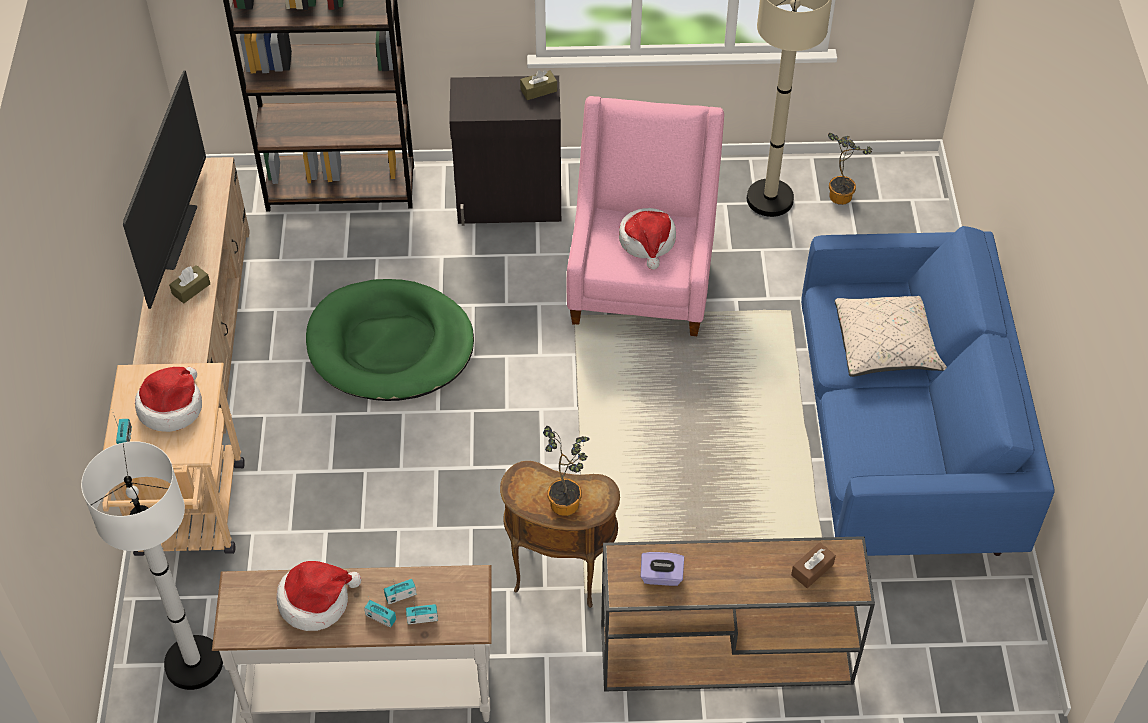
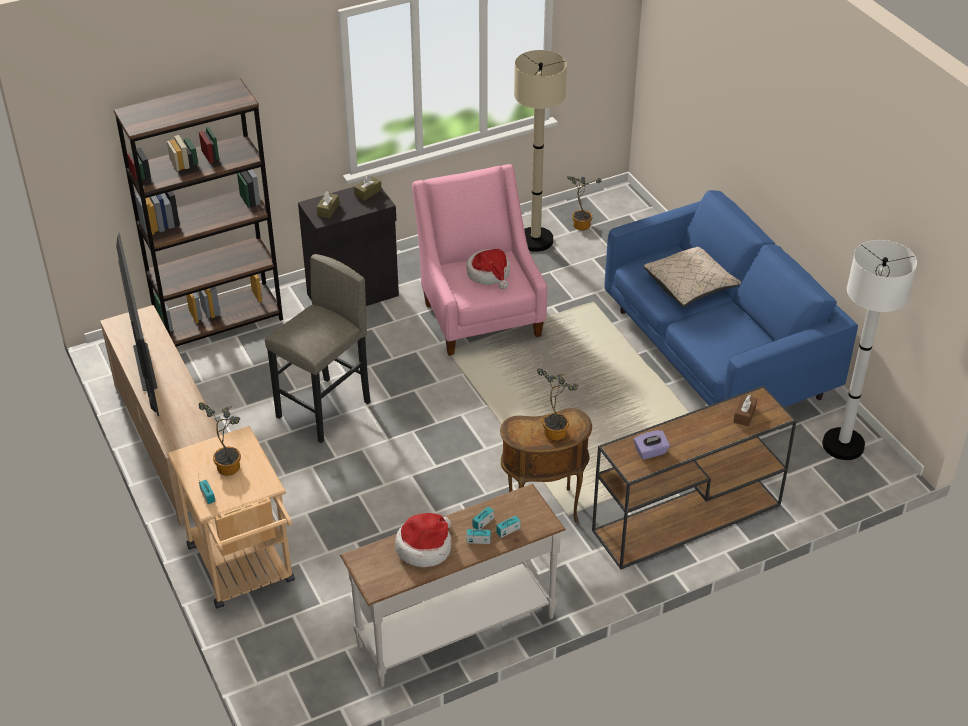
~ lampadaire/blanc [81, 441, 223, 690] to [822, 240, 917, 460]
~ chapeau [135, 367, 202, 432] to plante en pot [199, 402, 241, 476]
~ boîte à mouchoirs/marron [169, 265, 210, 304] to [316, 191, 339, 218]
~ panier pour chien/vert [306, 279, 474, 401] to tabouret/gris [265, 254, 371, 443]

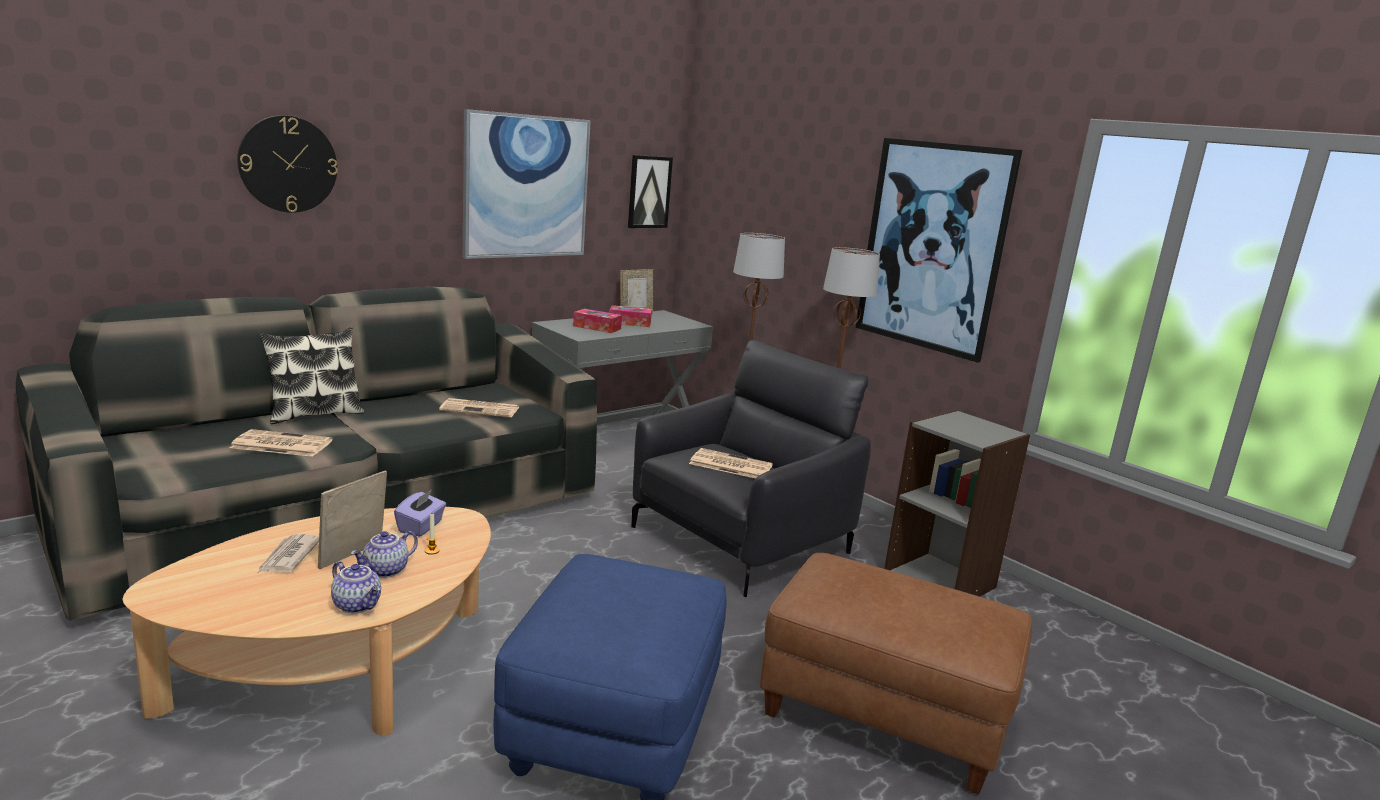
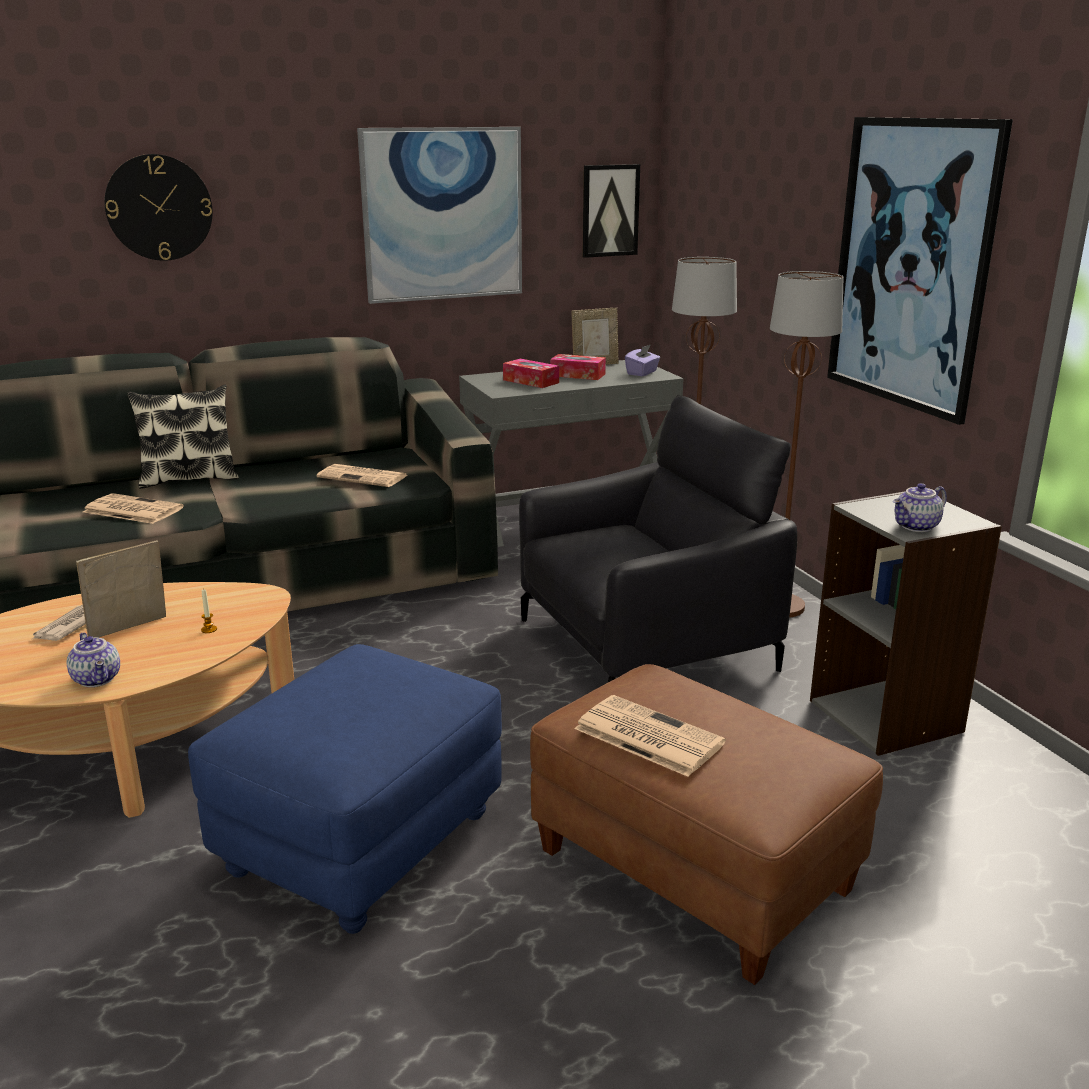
~ théière [351, 531, 418, 578] to [893, 483, 947, 532]
~ boîte à mouchoirs/violet [394, 490, 446, 537] to [625, 344, 660, 376]
~ journal [689, 448, 773, 479] to [575, 695, 726, 777]

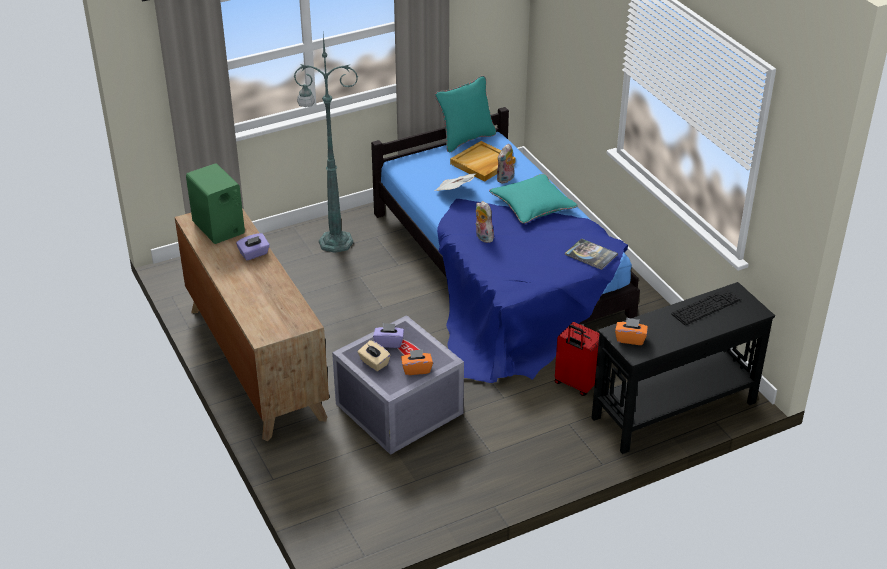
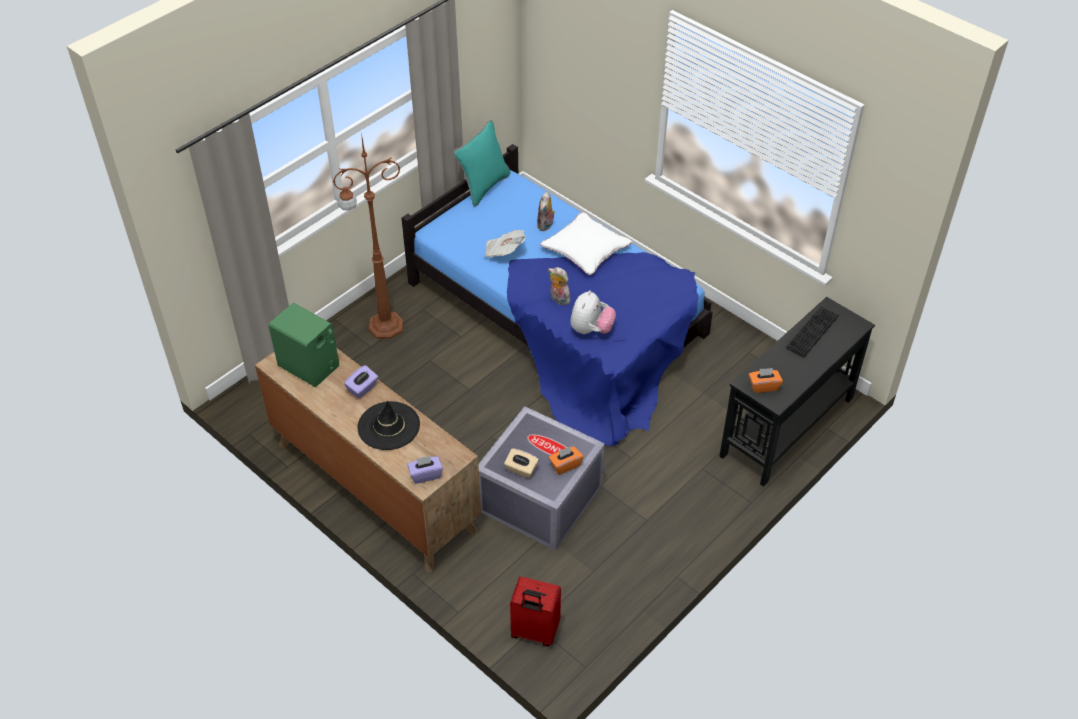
~ lampadaire/vert [294, 34, 358, 253] to lampadaire/marron [333, 133, 404, 339]
~ boîte à mouchoirs/violet [373, 323, 404, 348] to [407, 456, 443, 484]
- plateau/beige [450, 141, 516, 182]
~ coussin/turquoise [489, 174, 578, 223] to coussin/blanc [540, 212, 632, 275]
~ valise/rouge [555, 322, 599, 396] to [510, 577, 561, 646]
- livre [565, 238, 618, 270]
+ chapeau/noir [358, 401, 420, 450]
+ peluche [571, 290, 616, 334]

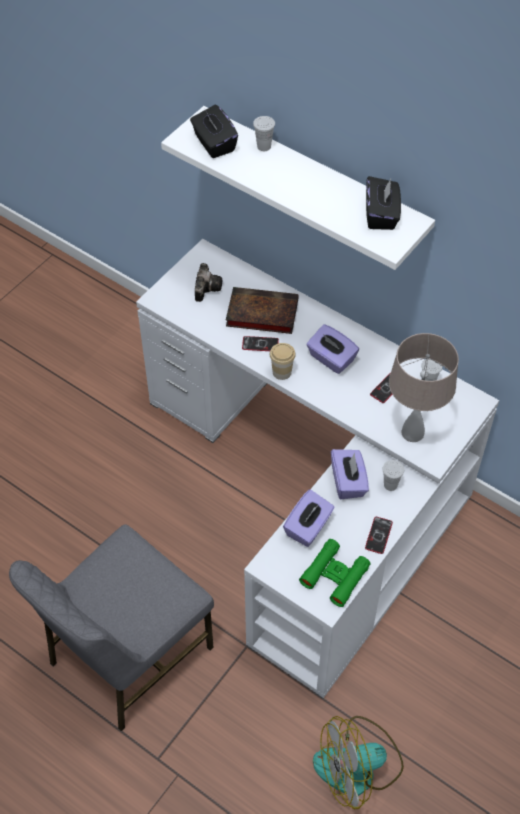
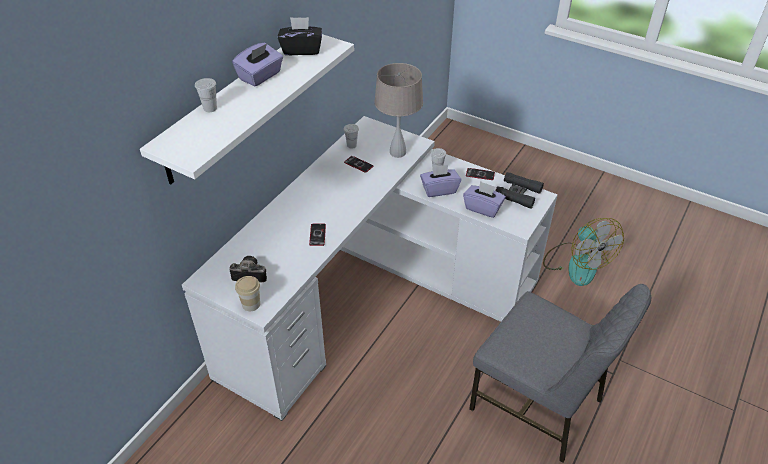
- boîte à mouchoirs/noir [190, 105, 238, 158]
- livre [226, 287, 298, 334]
~ tasse [270, 343, 296, 380] to [235, 276, 260, 311]
~ jumelles/vert [299, 539, 371, 607] to jumelles/noir [495, 172, 544, 209]
~ boîte à mouchoirs/violet [307, 324, 359, 374] to [232, 42, 283, 86]

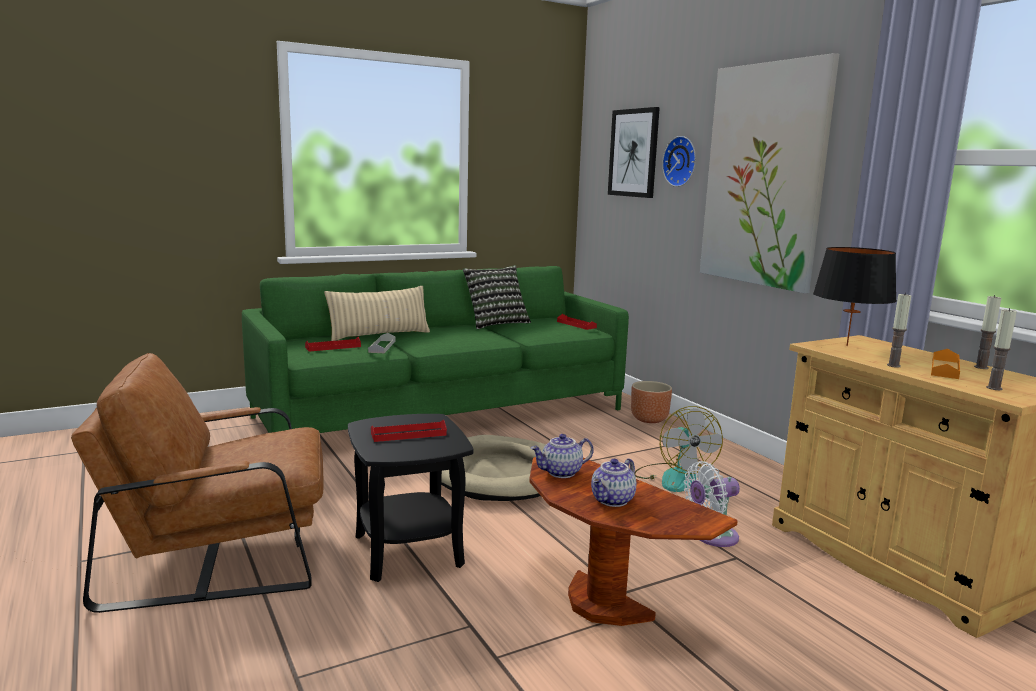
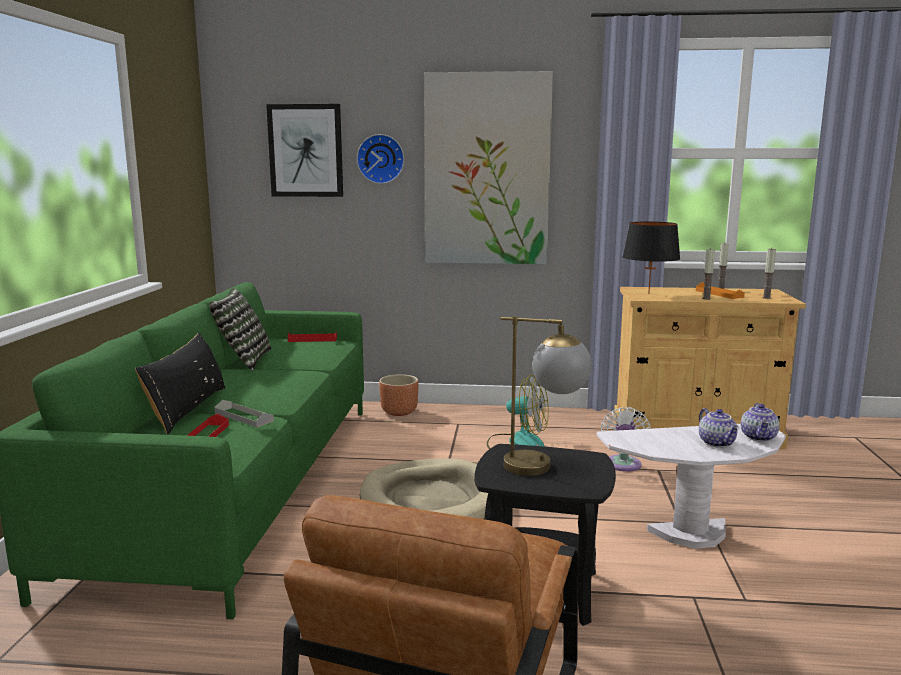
~ coussin/beige [324, 286, 430, 341] to coussin/noir [135, 333, 225, 434]
~ plateau/rouge [371, 420, 447, 442] to lampe de table [500, 316, 592, 476]
~ table d'appoint/marron [529, 457, 737, 626] to table d'appoint/blanc [597, 424, 786, 549]
~ théière [530, 434, 594, 478] to [741, 403, 780, 442]

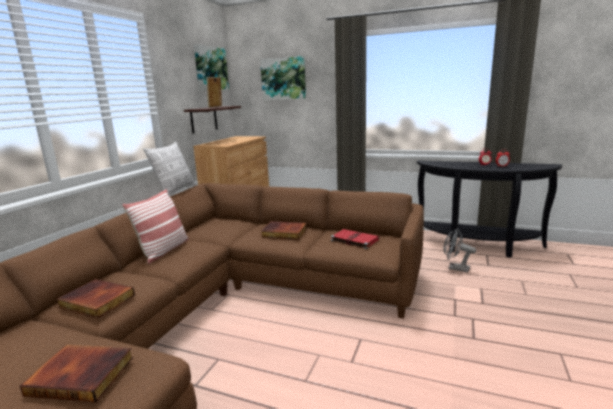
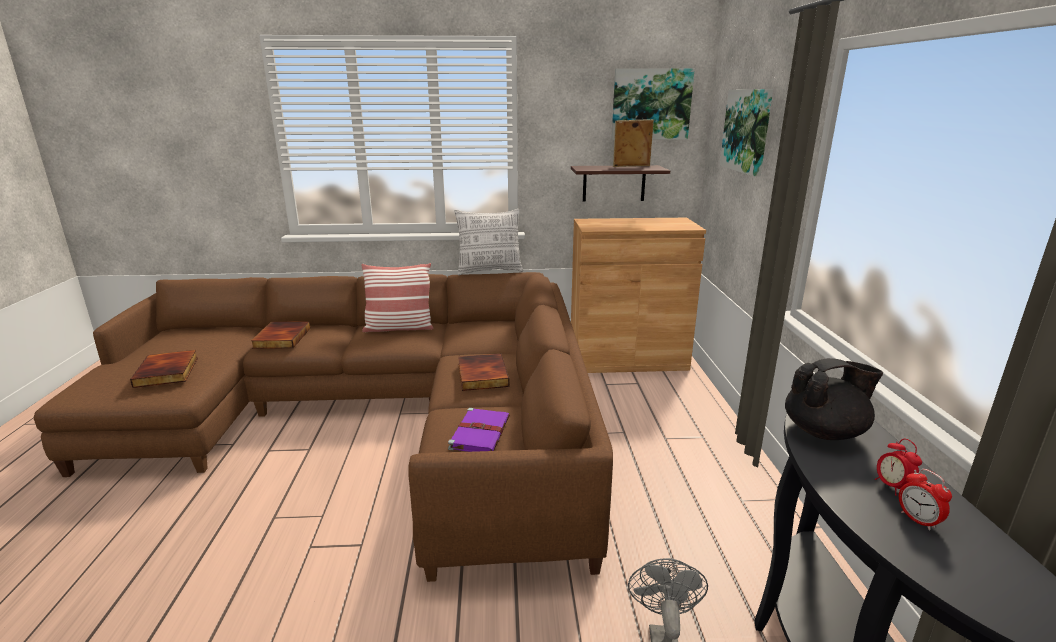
~ livre/rouge [330, 229, 379, 249] to livre/violet [448, 408, 510, 452]
+ théière/noir [785, 358, 883, 440]

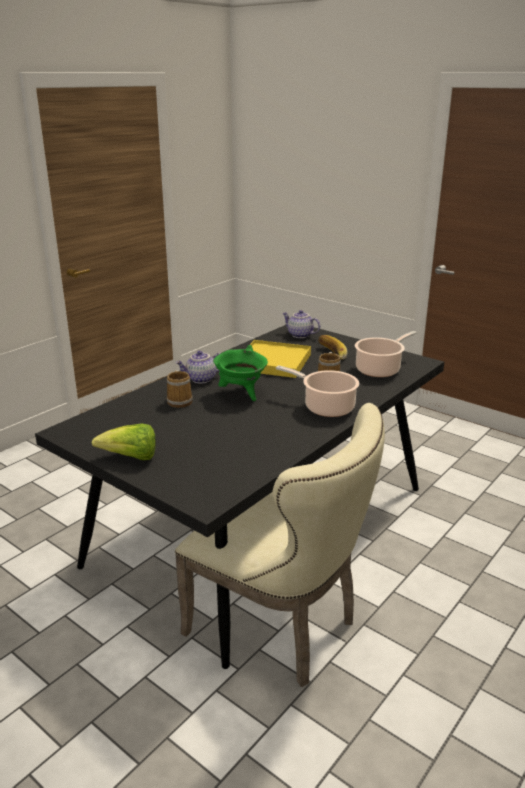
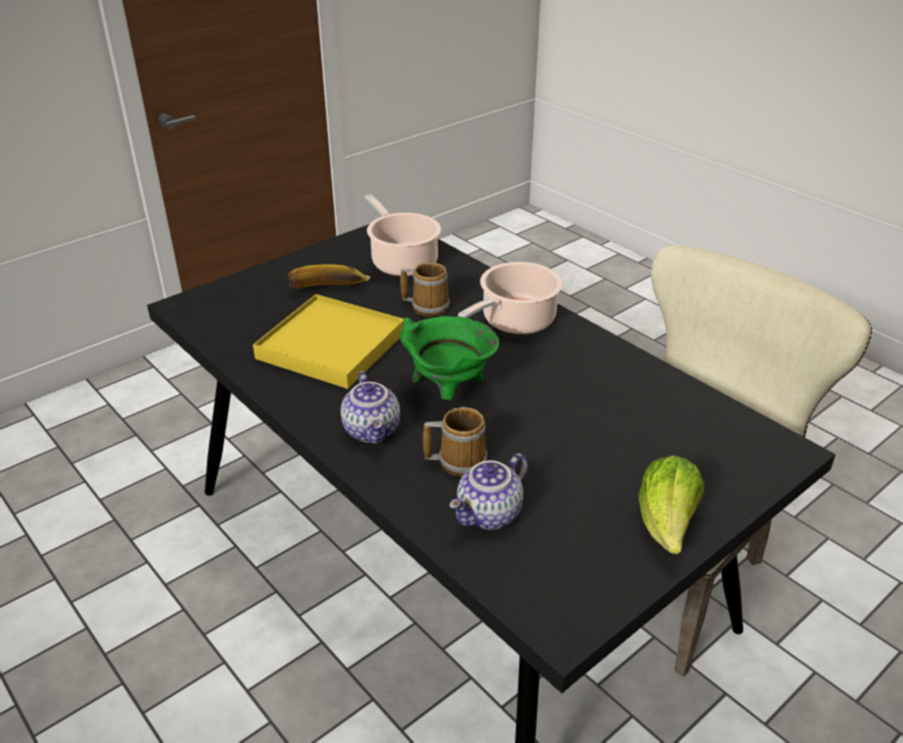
~ théière [282, 310, 320, 338] to [449, 453, 528, 530]

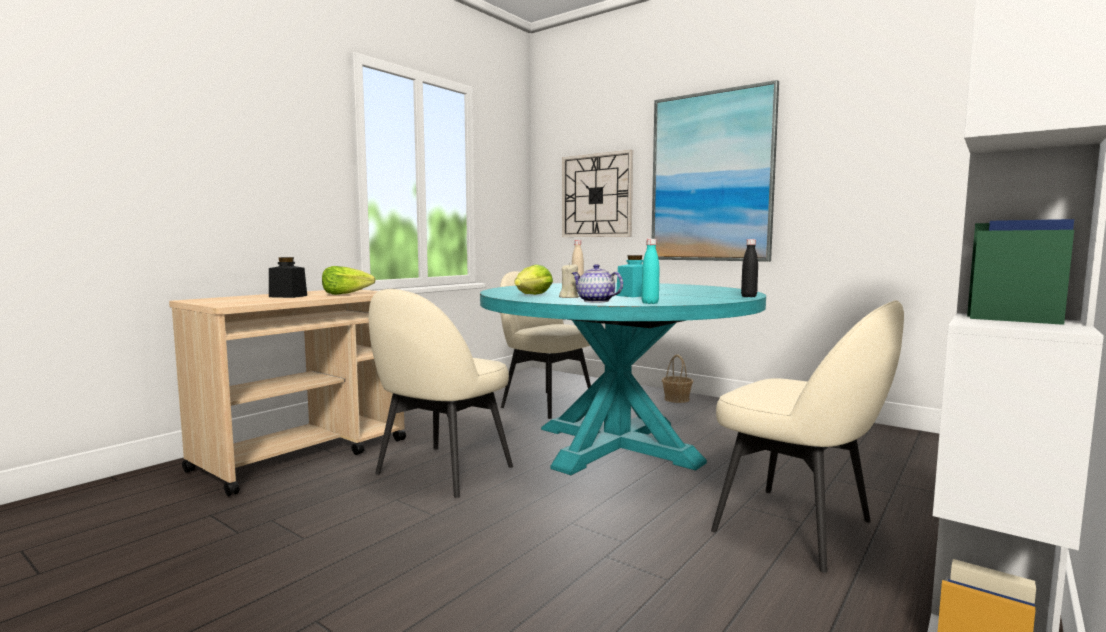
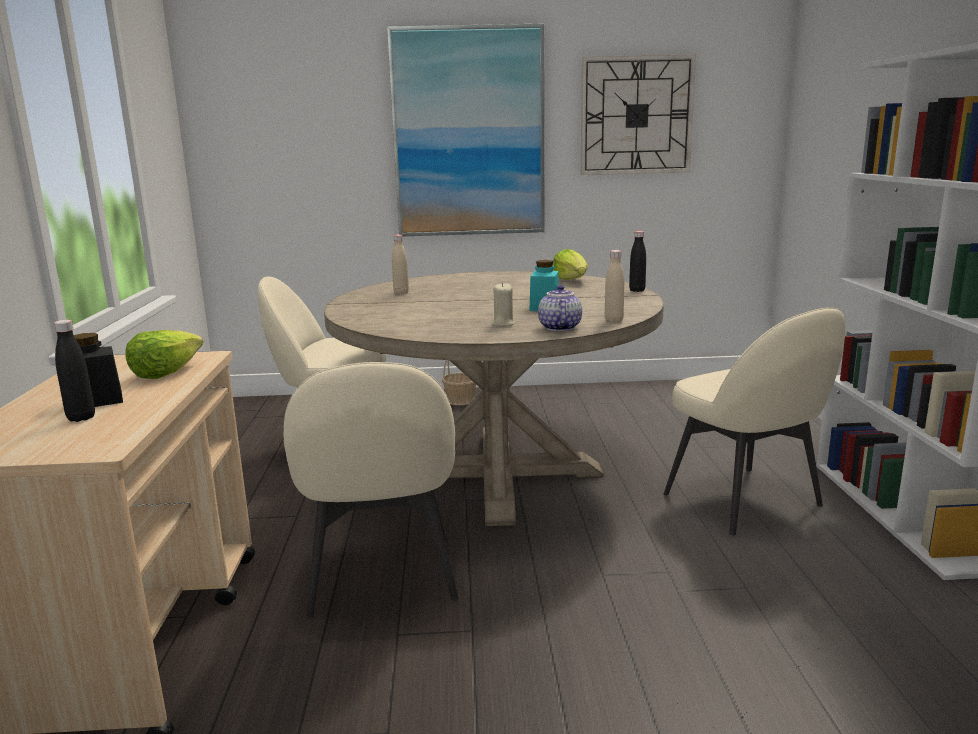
~ table à manger/turquoise [480, 283, 766, 475] to table à manger/beige [324, 271, 664, 526]
~ laitue [514, 264, 553, 295] to [553, 249, 588, 280]
~ horloge murale [562, 150, 633, 237] to [581, 54, 696, 175]
~ théière [572, 264, 623, 303] = [538, 285, 582, 331] 90 degrees clockwise
~ bouteille/turquoise [642, 239, 659, 304] to bouteille/beige [605, 250, 624, 323]
~ chaise/beige [711, 300, 904, 573] = [664, 308, 845, 535] 60 degrees clockwise
+ bouteille/noir [54, 320, 95, 422]

